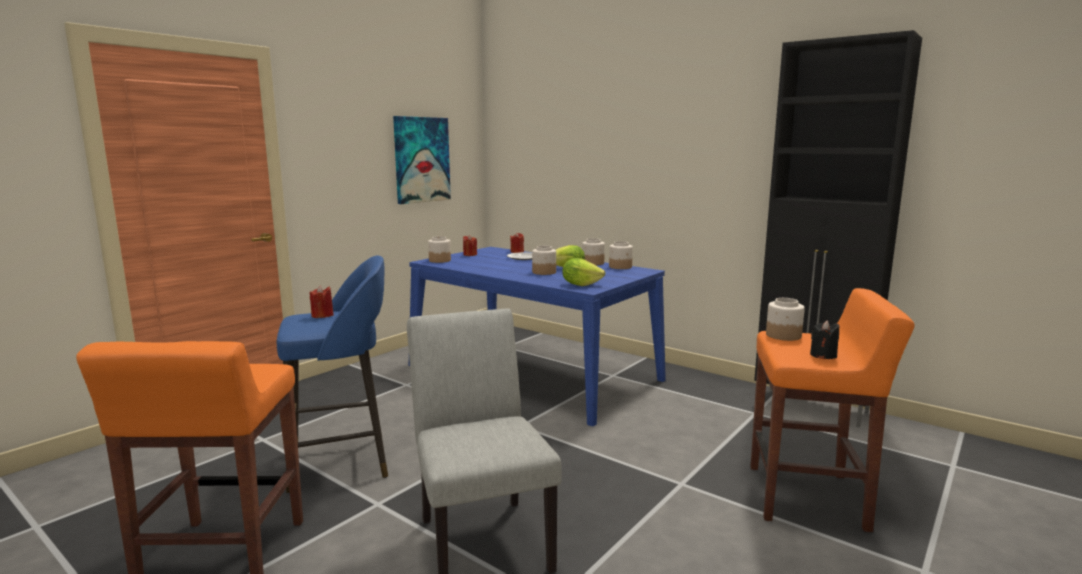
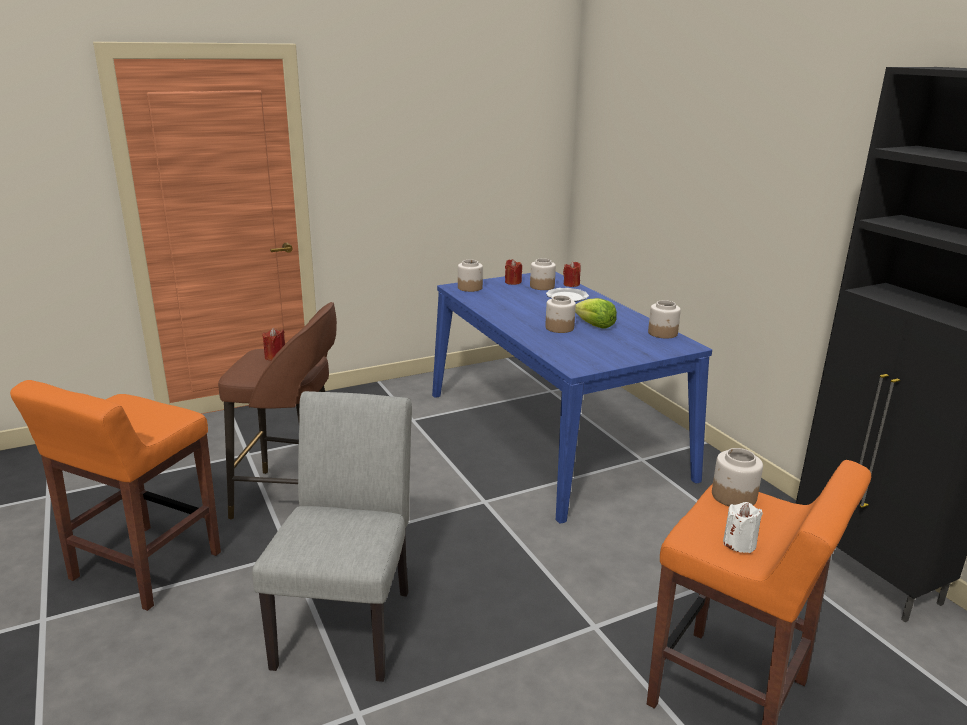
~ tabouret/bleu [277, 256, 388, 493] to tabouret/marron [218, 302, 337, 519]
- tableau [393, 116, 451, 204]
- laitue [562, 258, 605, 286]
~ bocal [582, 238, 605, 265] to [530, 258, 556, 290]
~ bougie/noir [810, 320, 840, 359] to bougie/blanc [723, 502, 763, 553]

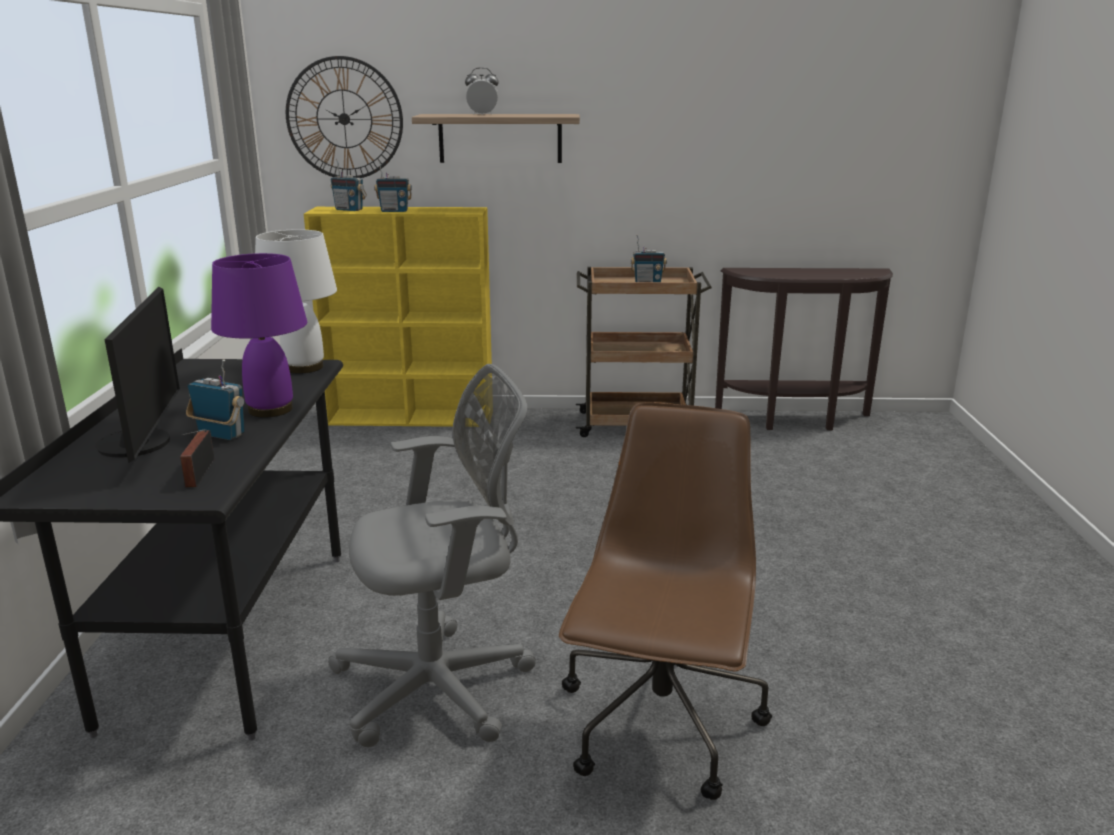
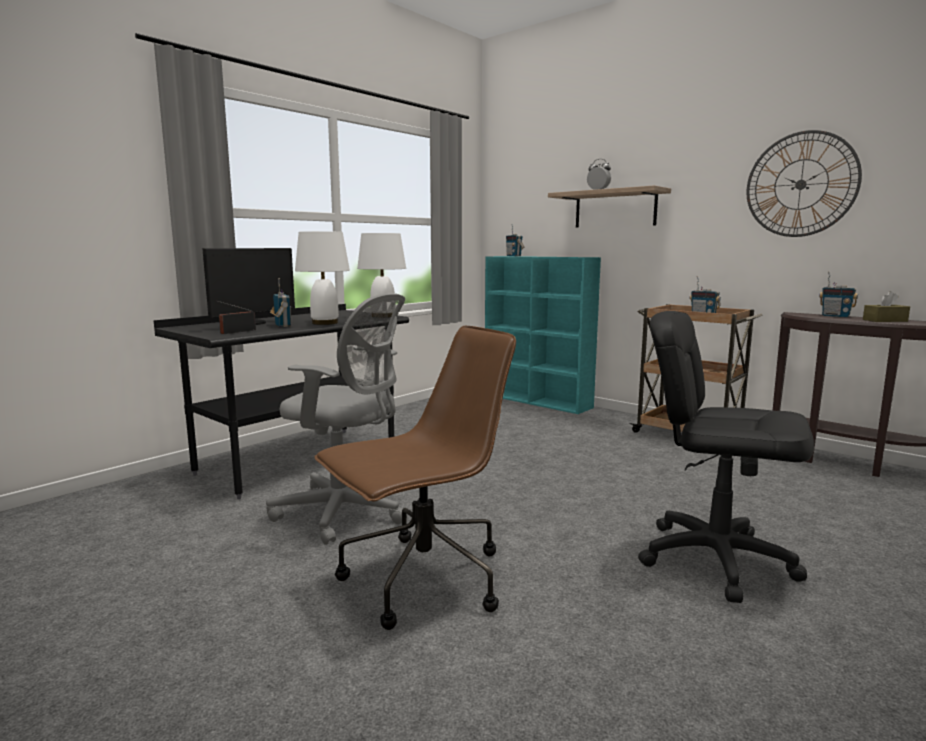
~ lampe de table/violet [211, 253, 307, 418] to lampe de table/blanc [295, 231, 350, 325]
~ horloge murale [286, 56, 403, 178] to [746, 130, 862, 237]
~ bibliothèque/jaune [304, 207, 492, 427] to bibliothèque/turquoise [485, 256, 601, 414]
~ radio [374, 160, 412, 212] to [819, 272, 858, 317]
+ chaise de bureau/noir [638, 311, 814, 603]
+ boîte à mouchoirs/marron [863, 291, 910, 322]

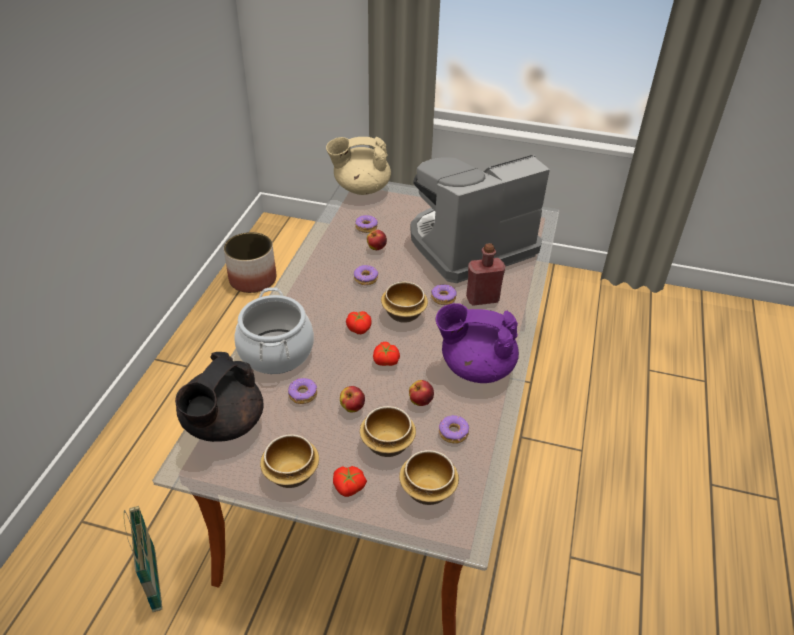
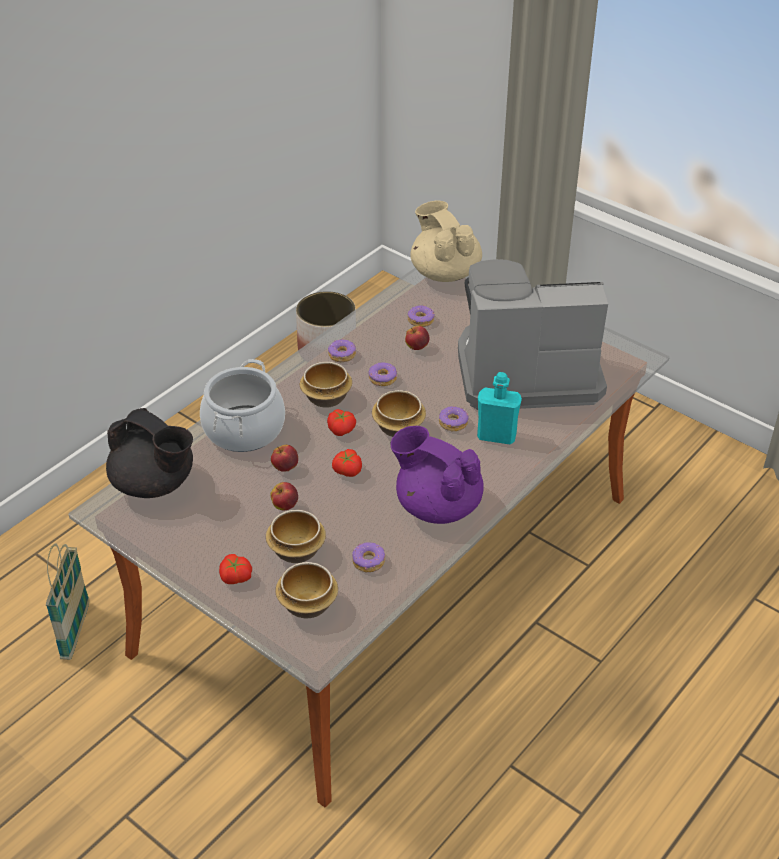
~ théière/noir [175, 352, 263, 442] = [106, 408, 193, 498] 105 degrees counterclockwise
~ bol [260, 434, 319, 488] to [300, 362, 352, 408]
~ beignet [288, 378, 317, 404] to [328, 339, 356, 362]
~ théière/beige [326, 137, 391, 195] = [410, 201, 482, 282] 45 degrees clockwise
~ pomme [409, 380, 434, 406] to [271, 445, 298, 472]
~ bouteille/rouge [466, 243, 505, 306] to bouteille/turquoise [477, 372, 522, 445]

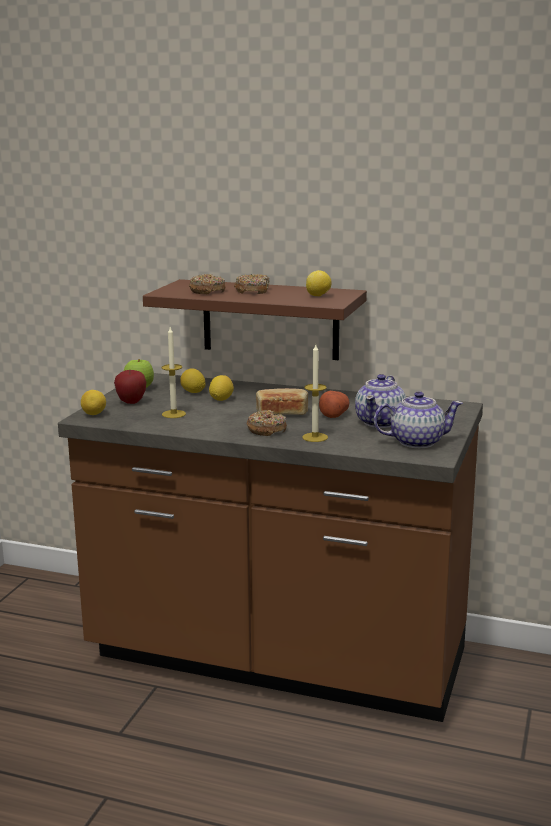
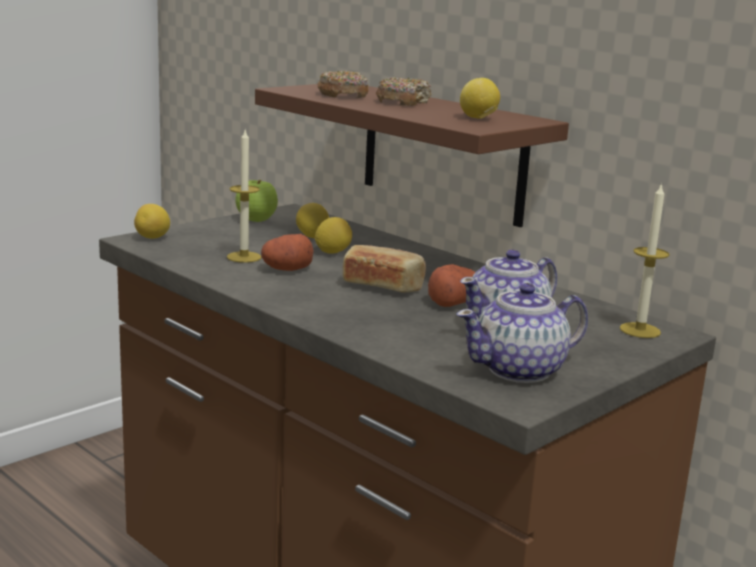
- pomme [114, 370, 146, 404]
- beignet [246, 410, 287, 436]
~ bougie [302, 344, 328, 442] to [620, 183, 670, 338]
~ théière [374, 391, 463, 448] = [457, 283, 588, 383] 135 degrees clockwise
+ pomme de terre [261, 234, 314, 271]

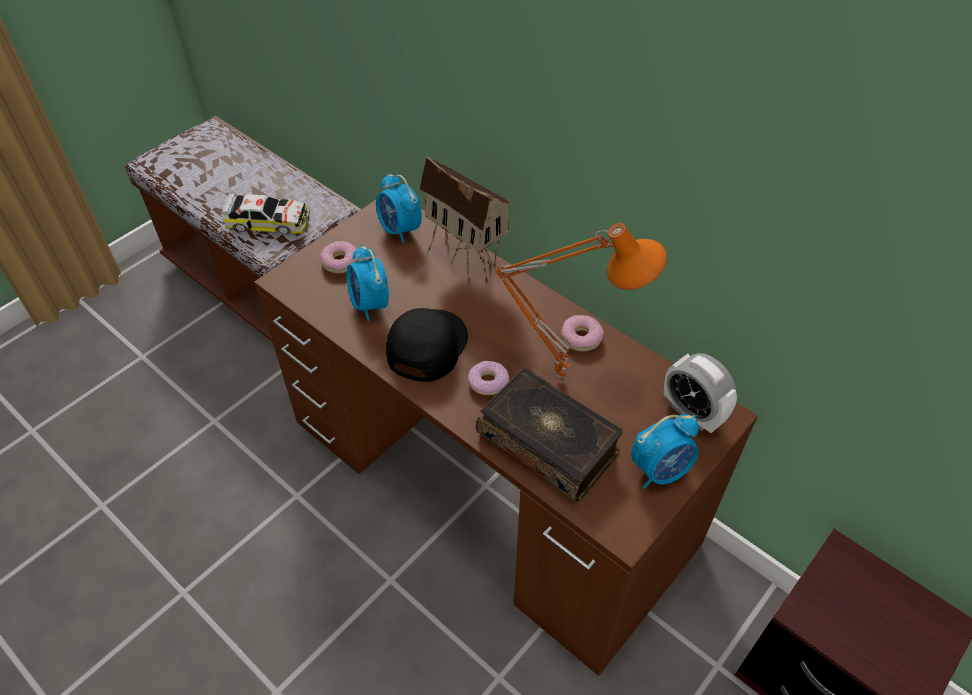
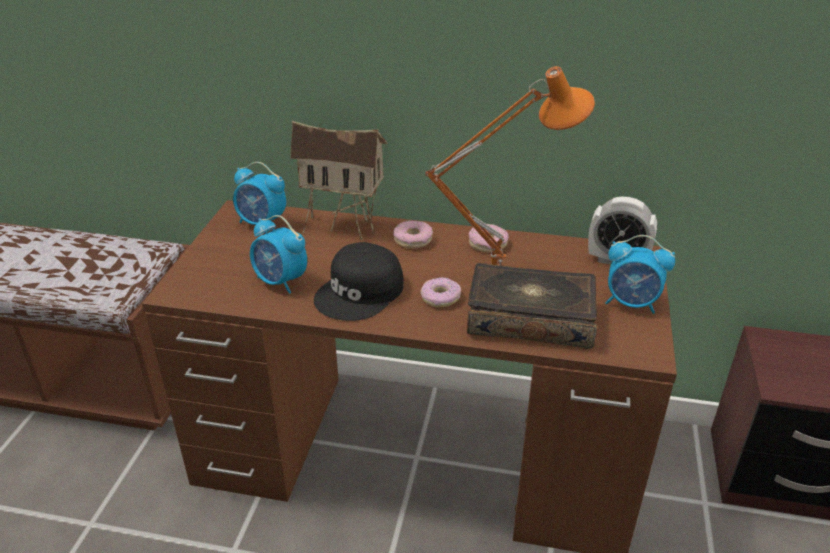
- petite voiture [221, 192, 310, 235]
~ beignet [320, 241, 359, 274] to [393, 220, 433, 249]
~ casquette/noir [386, 308, 468, 382] = [314, 242, 403, 321] 135 degrees counterclockwise
~ réveil [631, 414, 699, 489] = [605, 235, 675, 314] 75 degrees clockwise

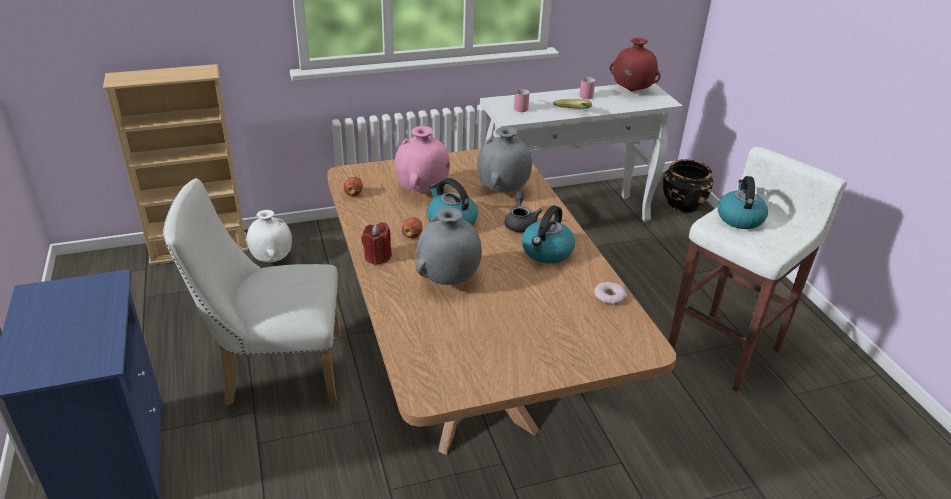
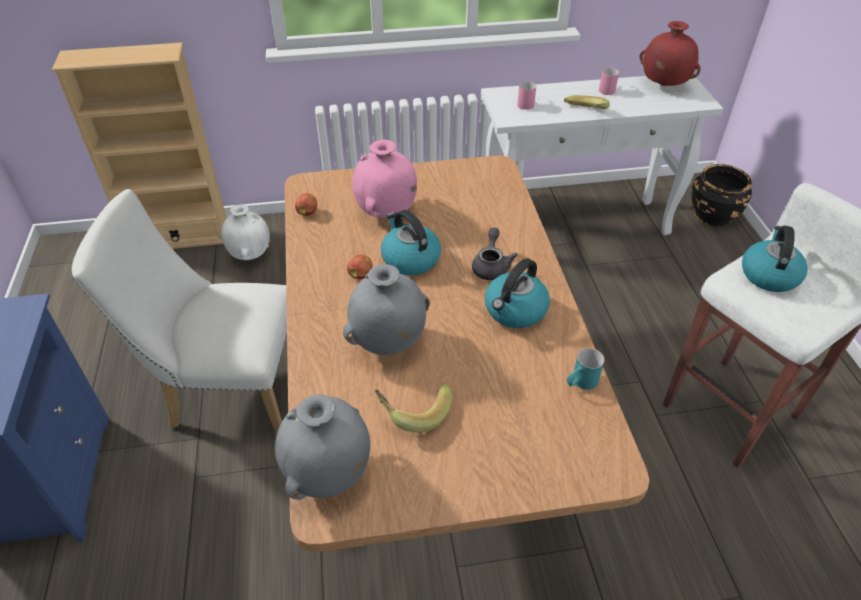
- bougie/rouge [361, 222, 392, 265]
~ vase/gris [477, 126, 532, 192] to [275, 394, 370, 500]
~ beignet [594, 282, 627, 305] to mug/turquoise [567, 348, 605, 390]
+ banane [374, 383, 452, 432]

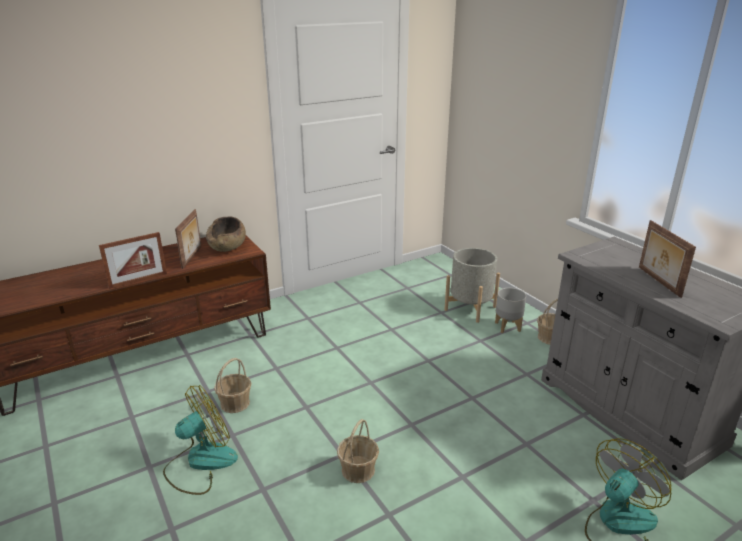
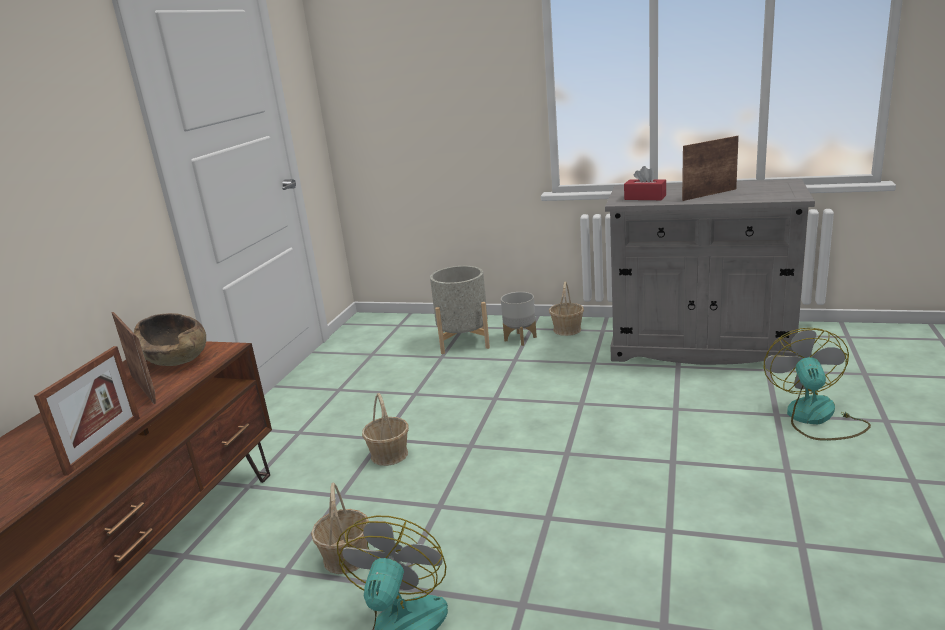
~ panier [337, 419, 379, 483] to [362, 393, 409, 466]
~ cadre photo [639, 220, 696, 298] = [682, 136, 739, 201] 120 degrees clockwise
+ boîte à mouchoirs/rouge [624, 166, 666, 200]

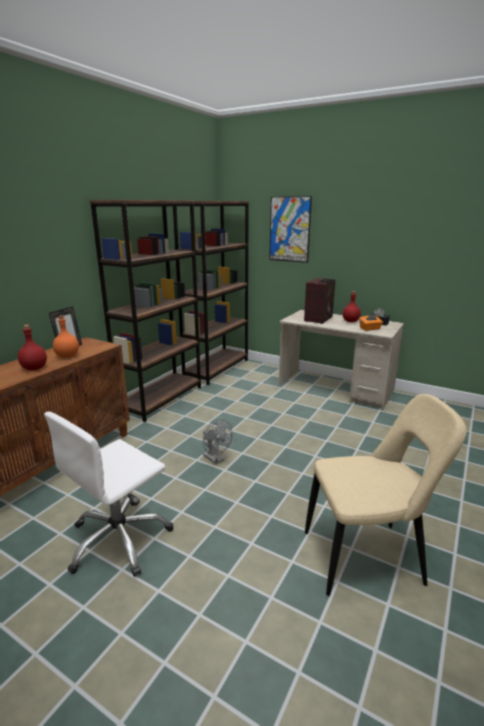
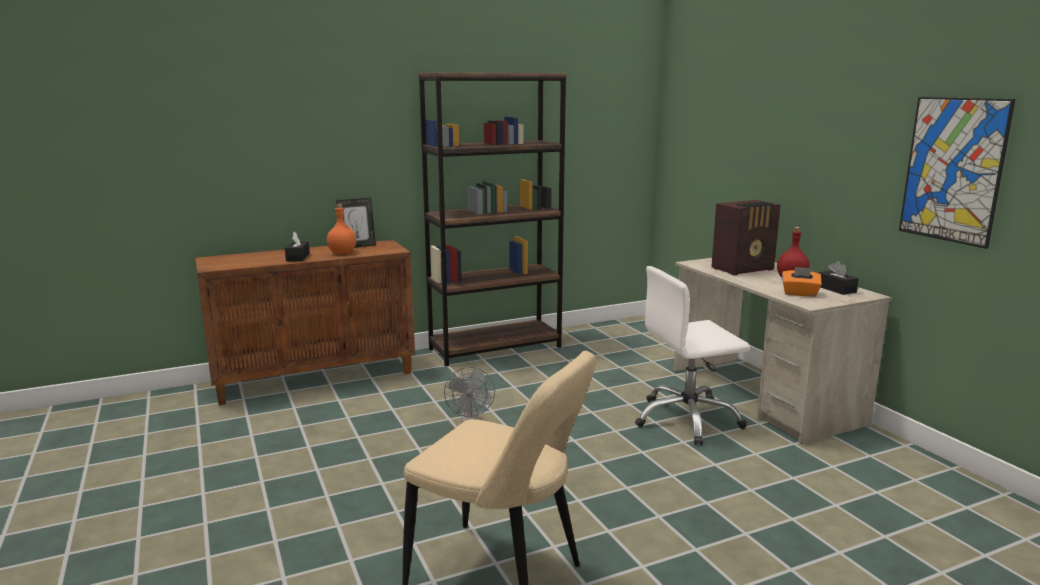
~ bouteille/rouge [18, 325, 47, 370] to boîte à mouchoirs/noir [285, 232, 310, 262]
~ chaise de bureau/blanc [44, 411, 174, 577] to [635, 266, 750, 445]
- bibliothèque/marron [173, 201, 249, 385]
~ tableau [269, 196, 312, 263] to [899, 97, 1015, 249]

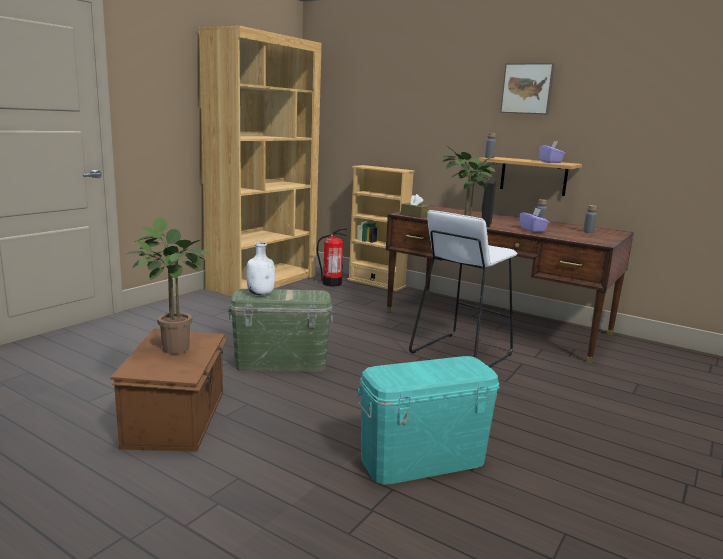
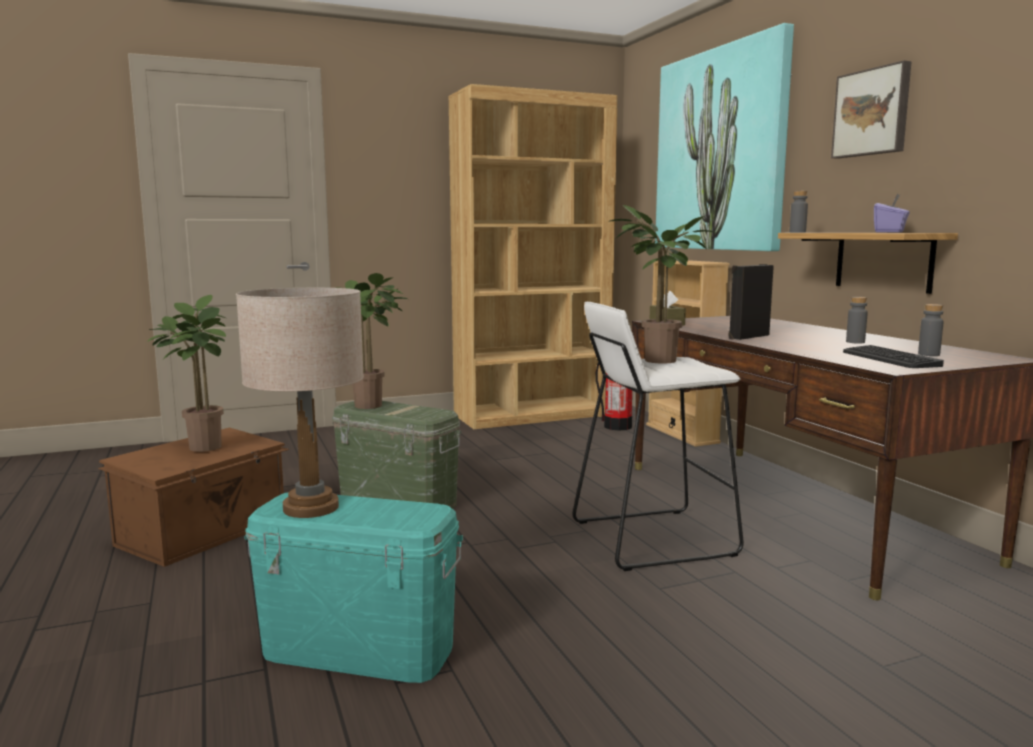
~ bouteille/blanc [246, 242, 275, 295] to plante en pot [335, 273, 408, 409]
- boîte à mouchoirs/violet [520, 208, 549, 232]
+ lampe de table/beige [236, 288, 364, 518]
+ tableau [655, 23, 794, 251]
+ clavier [843, 345, 944, 368]

